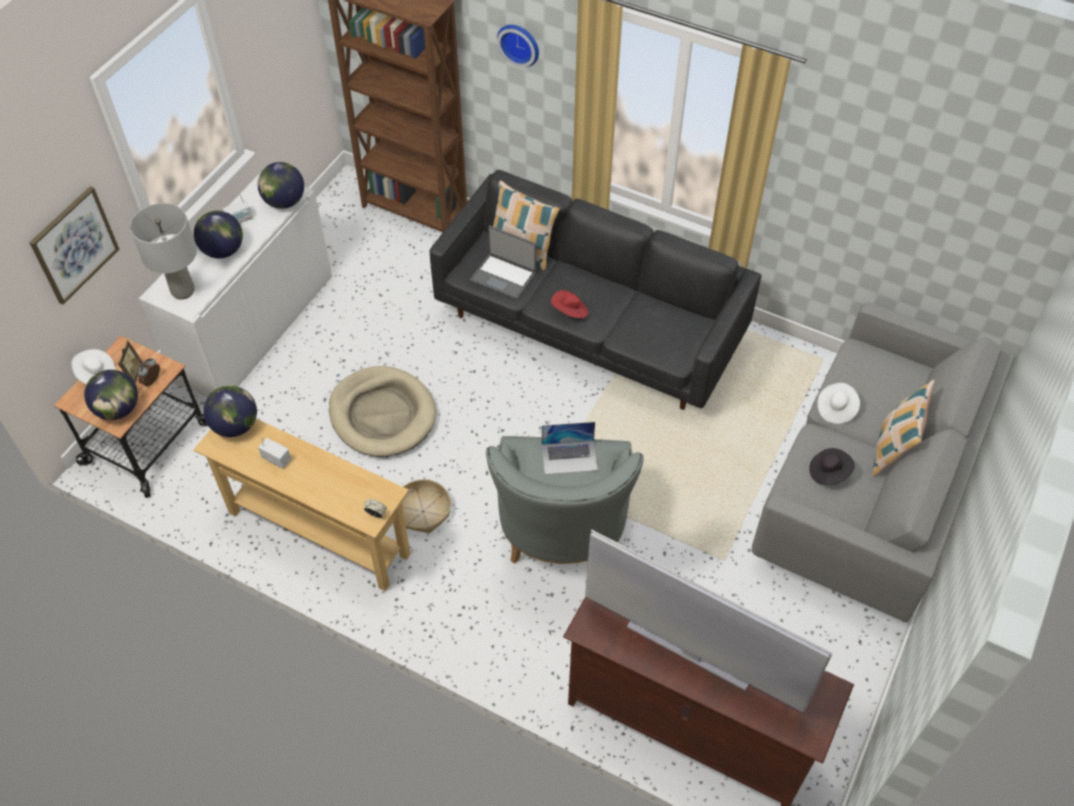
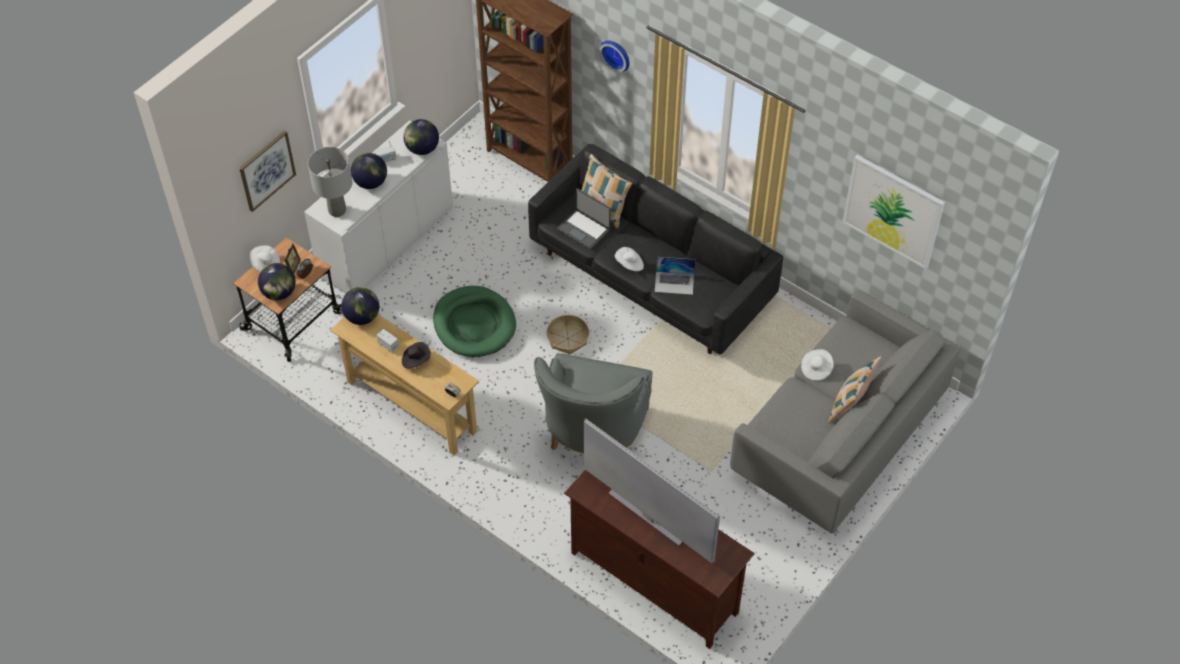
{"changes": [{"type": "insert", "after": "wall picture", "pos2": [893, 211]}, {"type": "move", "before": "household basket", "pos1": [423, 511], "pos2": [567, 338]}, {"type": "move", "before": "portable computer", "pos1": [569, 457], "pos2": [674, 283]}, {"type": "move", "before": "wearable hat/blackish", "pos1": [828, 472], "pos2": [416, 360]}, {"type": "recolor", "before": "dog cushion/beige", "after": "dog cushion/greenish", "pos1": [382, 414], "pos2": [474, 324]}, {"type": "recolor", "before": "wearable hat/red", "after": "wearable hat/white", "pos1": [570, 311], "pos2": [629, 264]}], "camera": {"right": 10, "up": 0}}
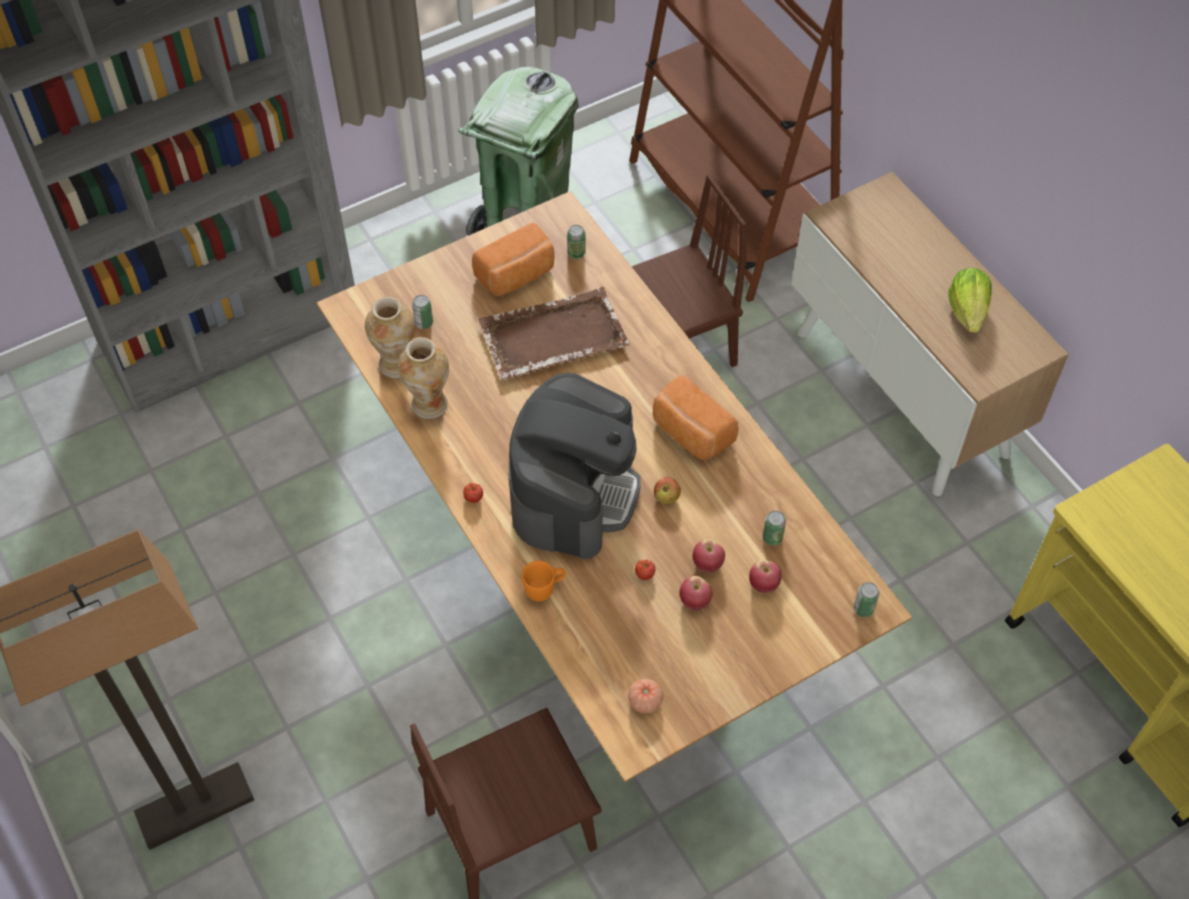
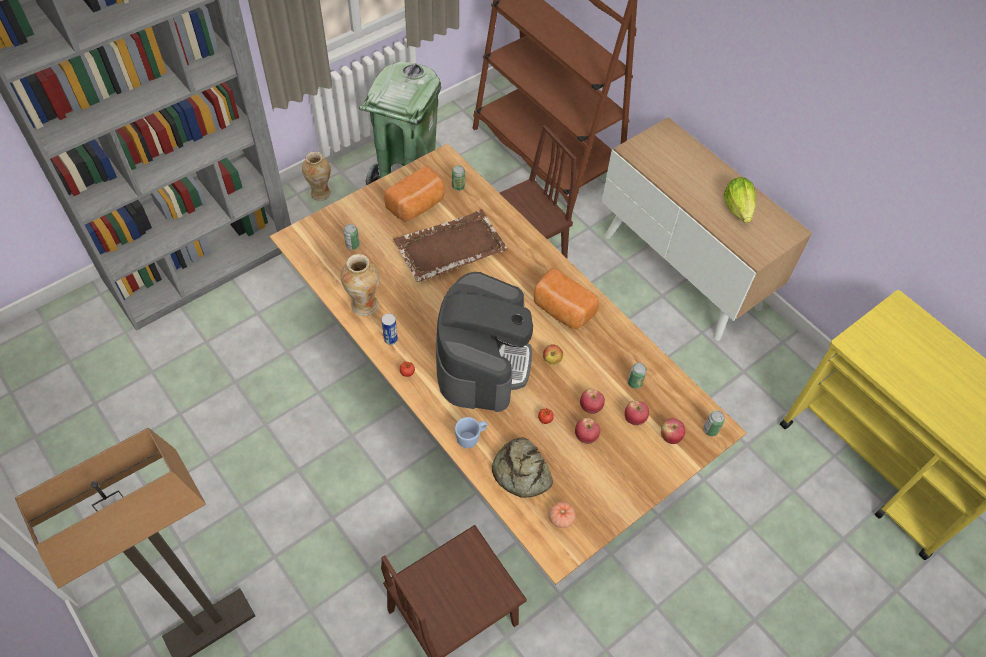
{"changes": [{"type": "insert", "after": "can", "pos2": [390, 339]}, {"type": "insert", "after": "bakery bread", "pos2": [521, 472]}, {"type": "insert", "after": "whole apple", "pos2": [670, 437]}, {"type": "move", "before": "vase", "pos1": [396, 365], "pos2": [320, 194]}, {"type": "recolor", "before": "mug/orange-coloured", "after": "mug/blue-coloured", "pos1": [544, 589], "pos2": [471, 438]}], "camera": {"right": -10, "up": 0}}
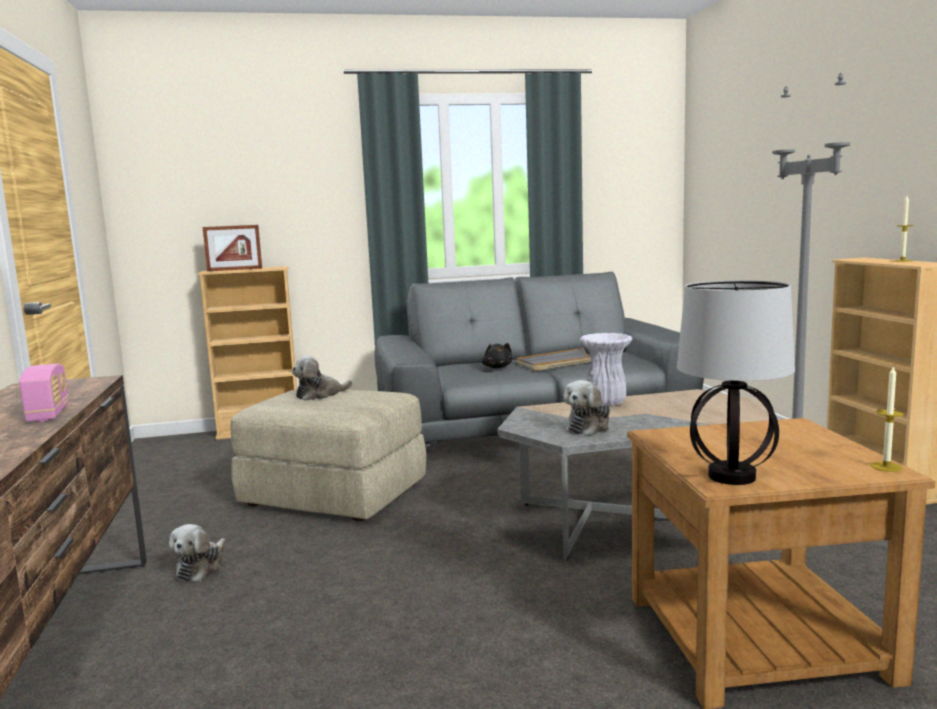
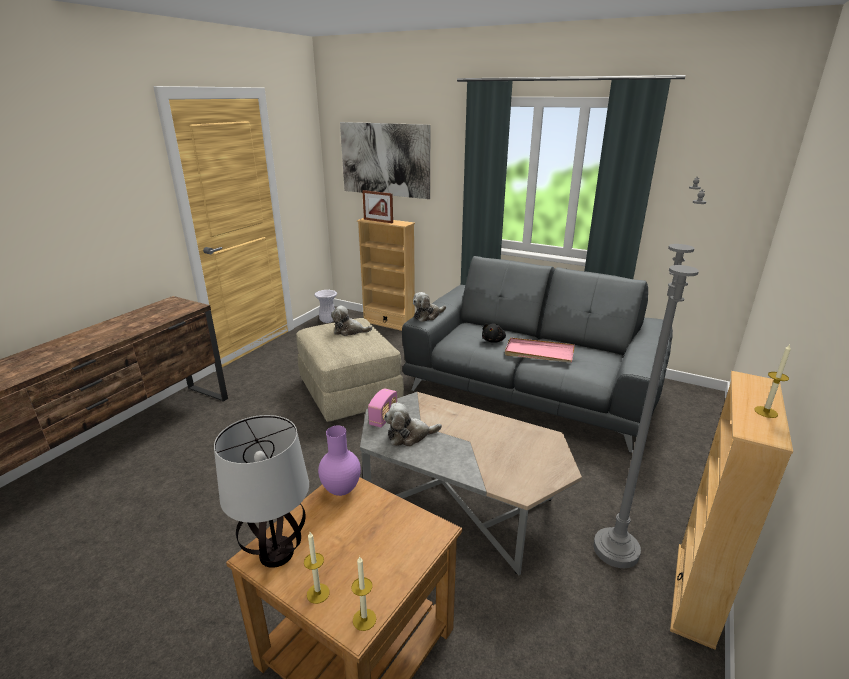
{"changes": [{"type": "insert", "after": "wax candle", "pos2": [318, 593]}, {"type": "insert", "after": "vase/purplish", "pos2": [342, 491]}, {"type": "insert", "after": "wall picture", "pos2": [385, 159]}, {"type": "move", "before": "radio receiver", "pos1": [48, 414], "pos2": [383, 418]}, {"type": "move", "before": "cuddly toy", "pos1": [201, 567], "pos2": [427, 316]}, {"type": "move", "before": "vase/white", "pos1": [605, 403], "pos2": [328, 320]}, {"type": "recolor", "before": "serving tray/greyish", "after": "serving tray/pinkish", "pos1": [560, 363], "pos2": [539, 353]}], "camera": {"right": 40, "up": 15}}
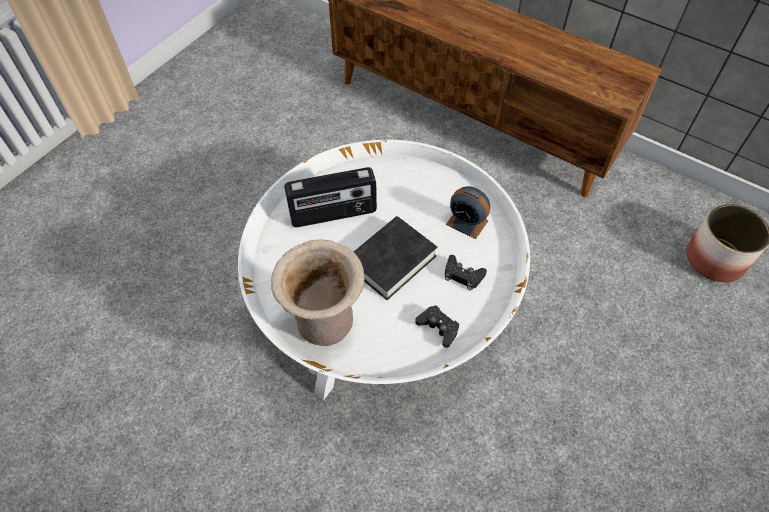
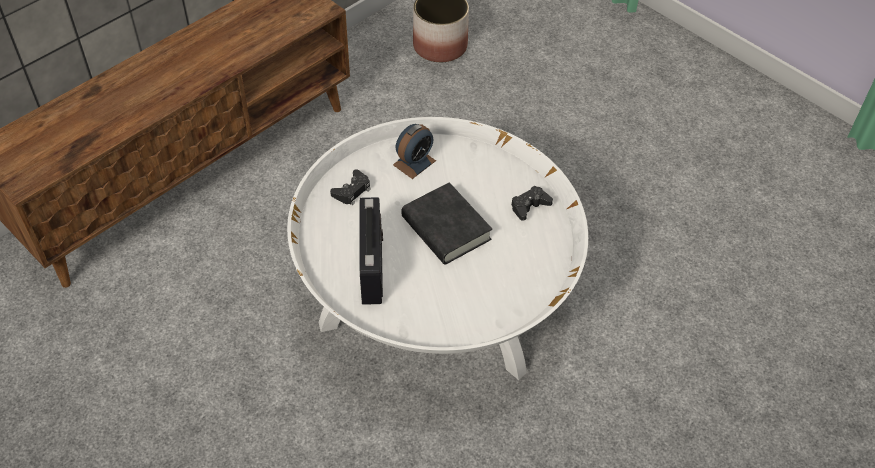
{"changes": [{"type": "delete", "before": "vase/beige", "pos1": [326, 324]}, {"type": "move", "before": "joypad/blackish", "pos1": [462, 275], "pos2": [352, 191]}], "camera": {"right": -80, "up": -5}}
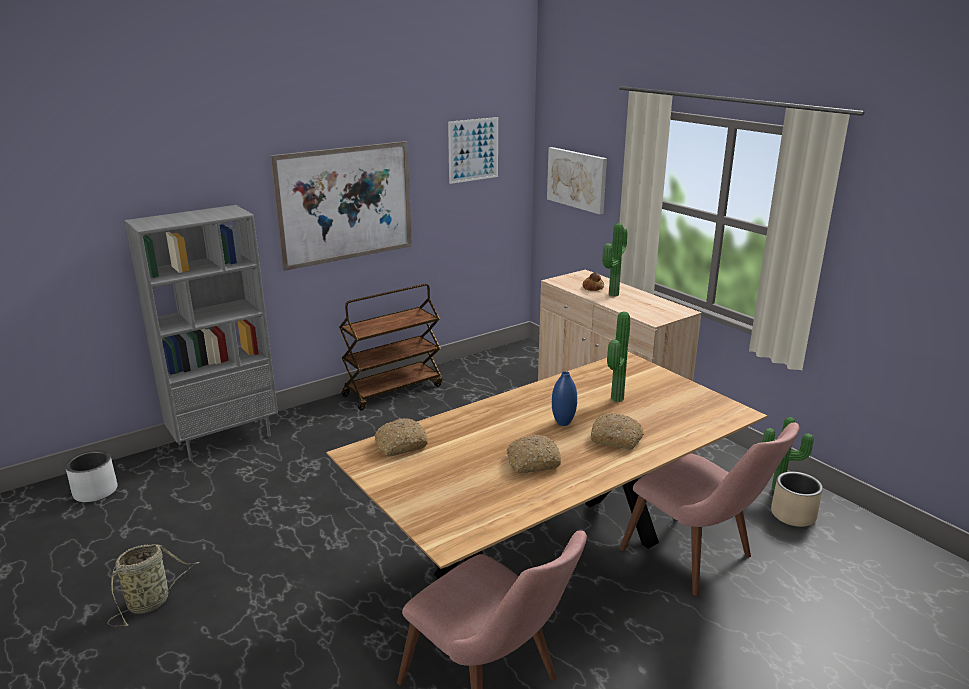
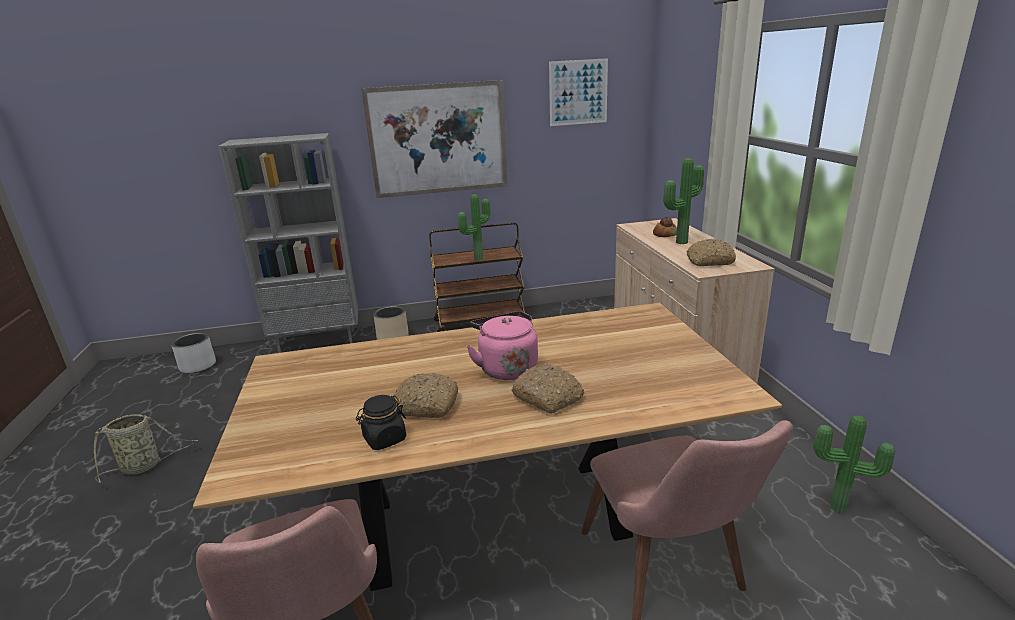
{"changes": [{"type": "delete", "before": "wall picture", "pos1": [577, 179]}, {"type": "insert", "after": "jar/blackish", "pos2": [384, 439]}, {"type": "move", "before": "bakery bread", "pos1": [400, 445], "pos2": [709, 261]}, {"type": "move", "before": "plant in a pot", "pos1": [614, 398], "pos2": [477, 258]}, {"type": "move", "before": "plant pot/beige", "pos1": [793, 515], "pos2": [393, 337]}, {"type": "replace", "before": "vase/blue-coloured", "after": "tea kettle/pinkish", "pos1": [563, 423], "pos2": [506, 368]}], "camera": {"right": 25, "up": 0}}
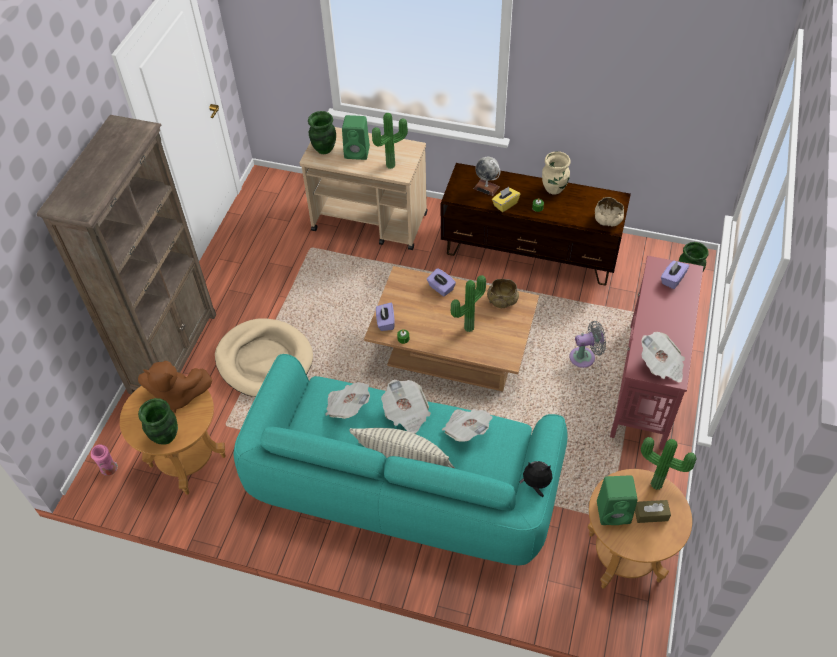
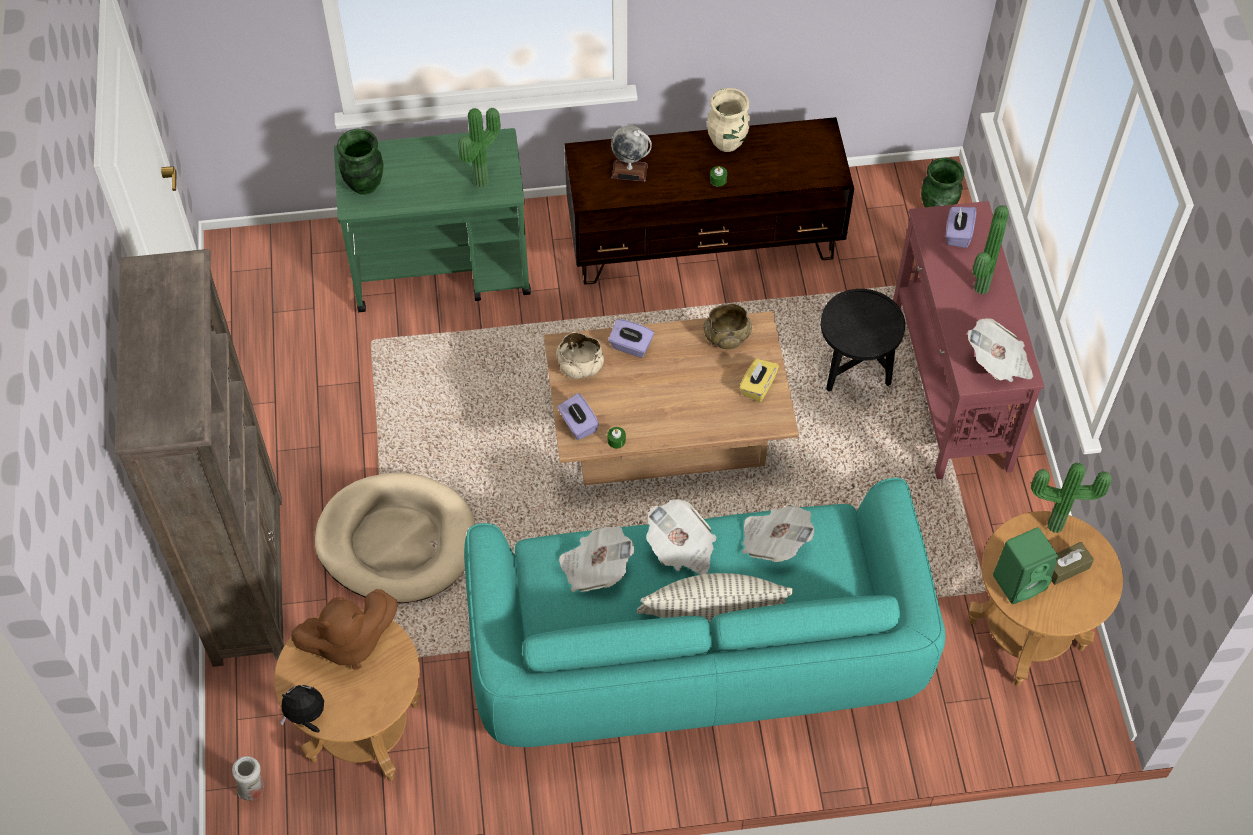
{"changes": [{"type": "delete", "before": "vase/greenish", "pos1": [165, 436]}, {"type": "delete", "before": "audio speaker/greenish", "pos1": [358, 152]}, {"type": "move", "before": "plant in a pot", "pos1": [467, 327], "pos2": [978, 287]}, {"type": "move", "before": "box of tissues/yellowish", "pos1": [505, 204], "pos2": [757, 387]}, {"type": "move", "before": "cuddly toy", "pos1": [536, 484], "pos2": [306, 716]}, {"type": "move", "before": "serving bowl/beige", "pos1": [607, 220], "pos2": [580, 365]}, {"type": "replace", "before": "cooling fan/greyish", "after": "end table/blackish", "pos1": [585, 357], "pos2": [853, 376]}, {"type": "recolor", "before": "vase/pinkish", "after": "vase/white", "pos1": [110, 470], "pos2": [253, 790]}, {"type": "recolor", "before": "trolley/beige", "after": "trolley/greenish", "pos1": [370, 222], "pos2": [443, 269]}], "camera": {"right": -25, "up": 5}}
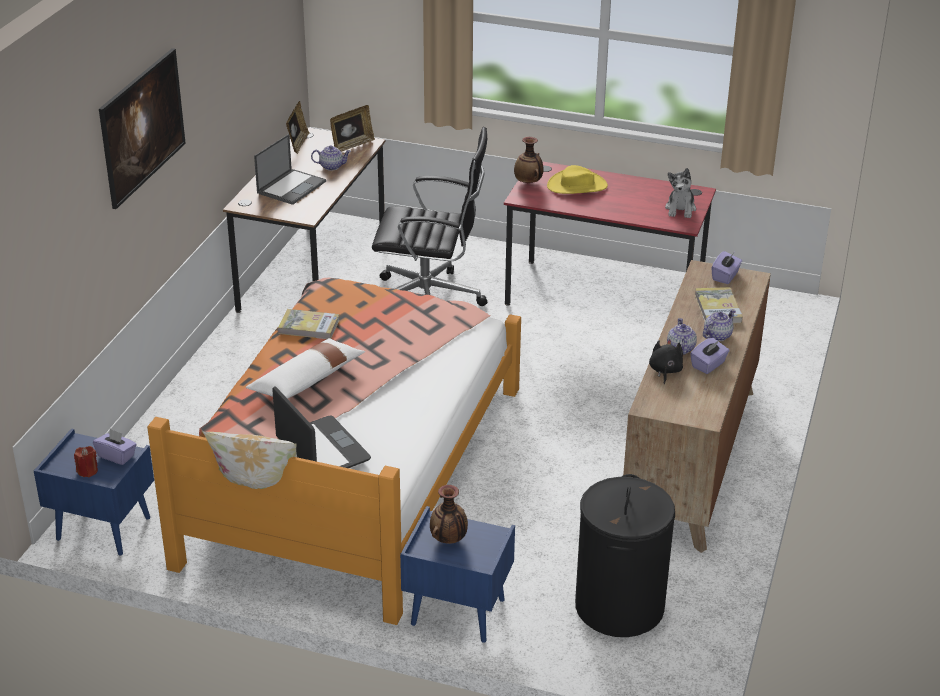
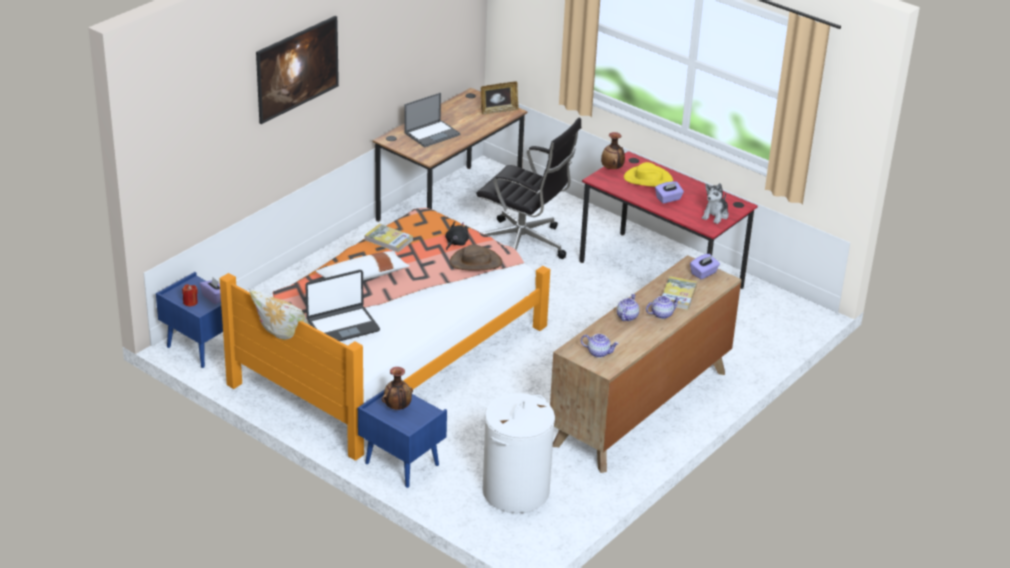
{"changes": [{"type": "delete", "before": "standing frame", "pos1": [298, 144]}, {"type": "insert", "after": "wearable hat/brown", "pos2": [475, 262]}, {"type": "move", "before": "tea pot", "pos1": [331, 166], "pos2": [599, 352]}, {"type": "move", "before": "cuddly toy/blackish", "pos1": [665, 371], "pos2": [455, 243]}, {"type": "move", "before": "box of tissues/purplish", "pos1": [708, 365], "pos2": [668, 199]}, {"type": "recolor", "before": "washing basket/blackish", "after": "washing basket/white", "pos1": [619, 606], "pos2": [515, 491]}, {"type": "rotate", "before": "portable computer", "pos1": [321, 450], "pos2": [342, 326], "turn": 75}], "camera": {"right": 20, "up": 0}}
